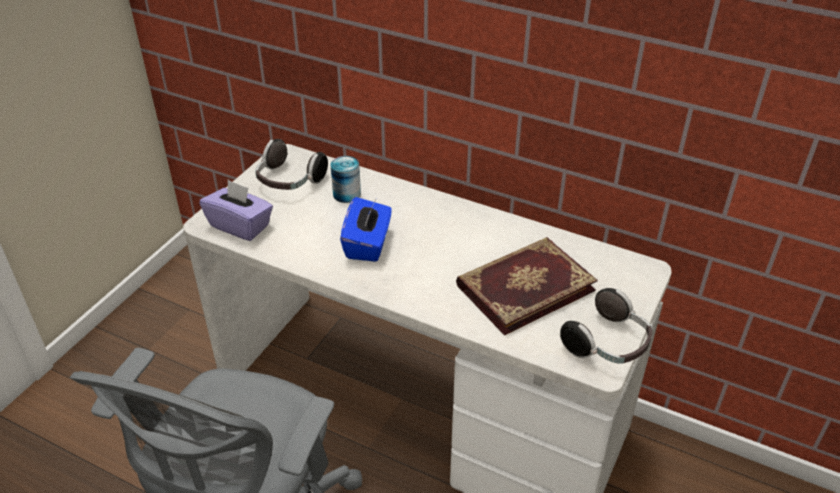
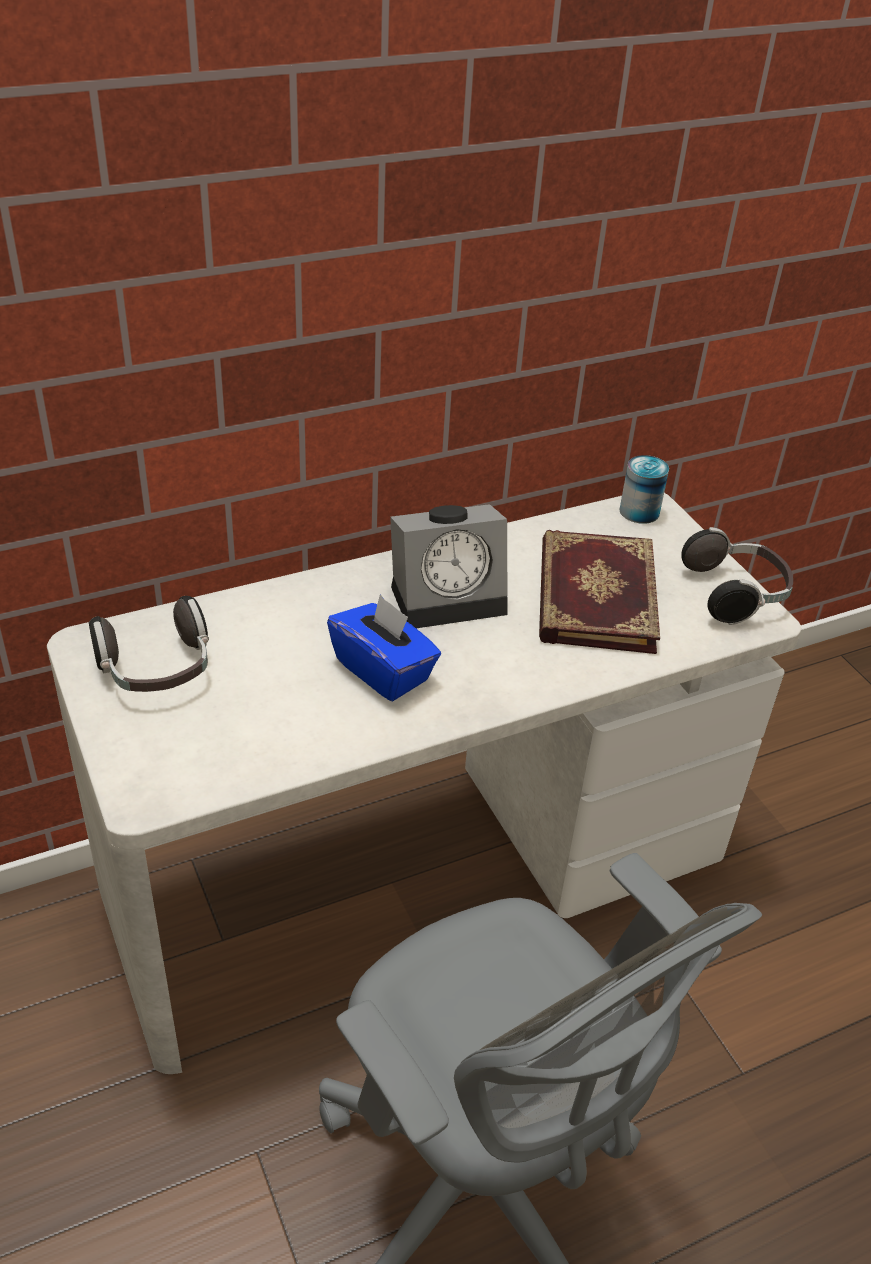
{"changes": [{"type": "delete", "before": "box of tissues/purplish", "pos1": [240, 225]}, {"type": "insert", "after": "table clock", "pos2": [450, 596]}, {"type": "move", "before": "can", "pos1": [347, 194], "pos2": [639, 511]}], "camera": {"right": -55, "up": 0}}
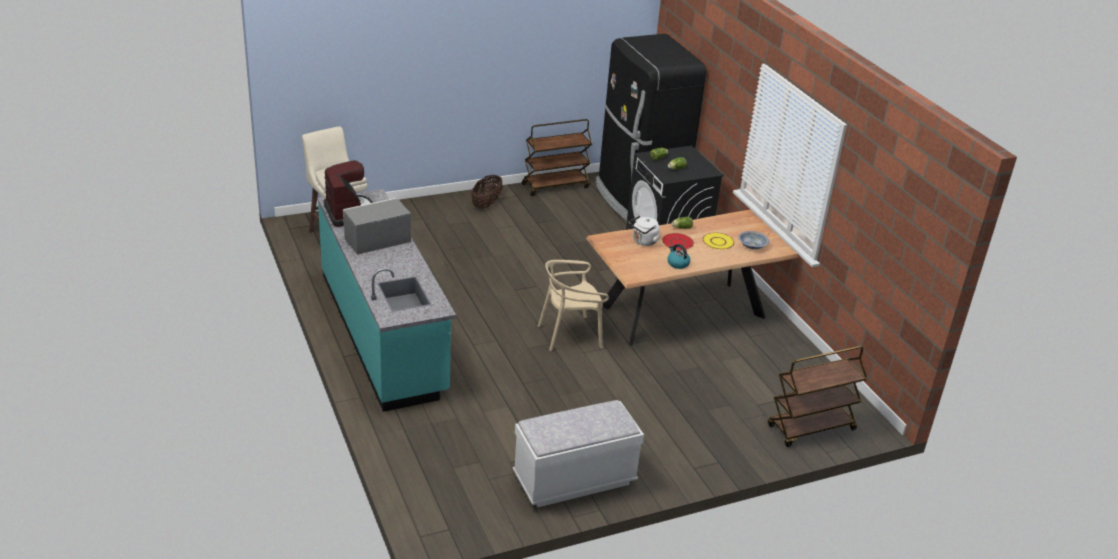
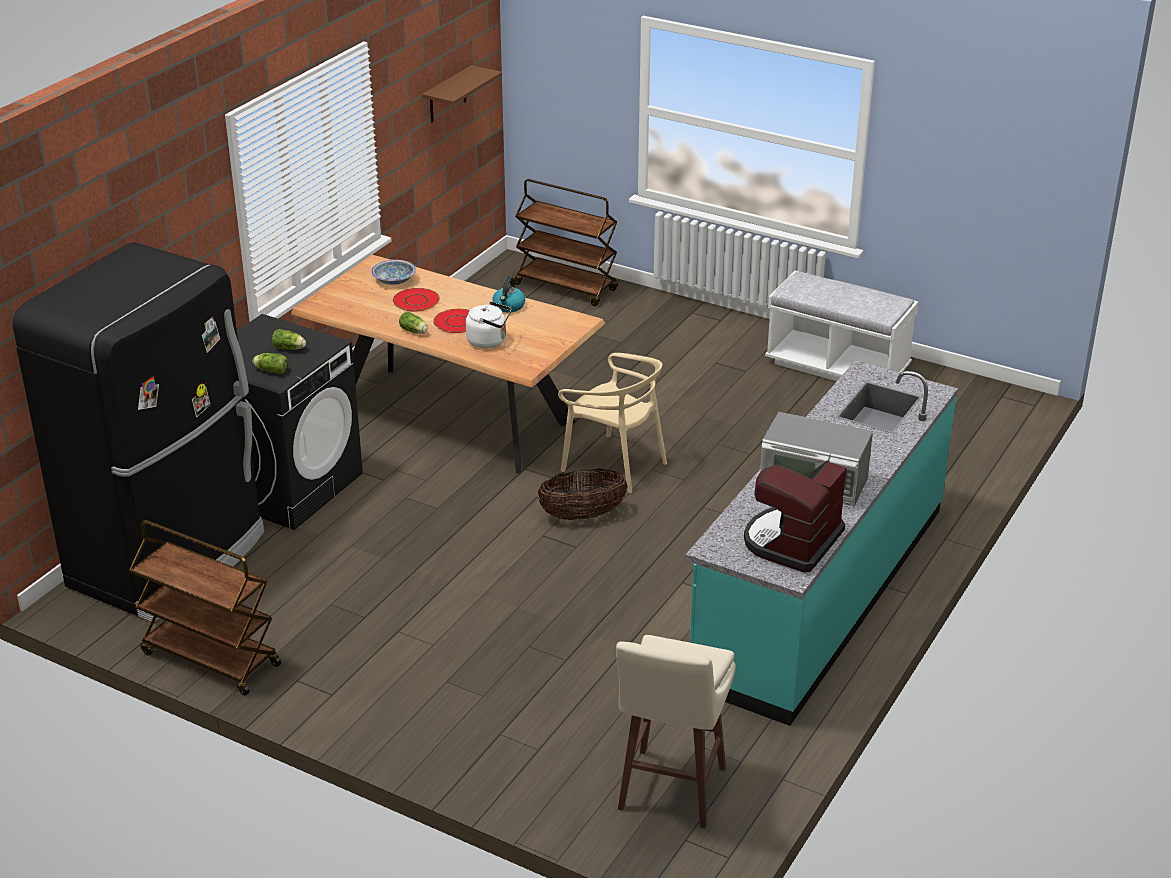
{"changes": [{"type": "insert", "after": "wall shelf/brown", "pos2": [447, 95]}, {"type": "move", "before": "household basket", "pos1": [486, 204], "pos2": [582, 515]}, {"type": "recolor", "before": "dinner plate/yellowish", "after": "dinner plate/red", "pos1": [718, 242], "pos2": [416, 301]}], "camera": {"right": -125, "up": 0}}
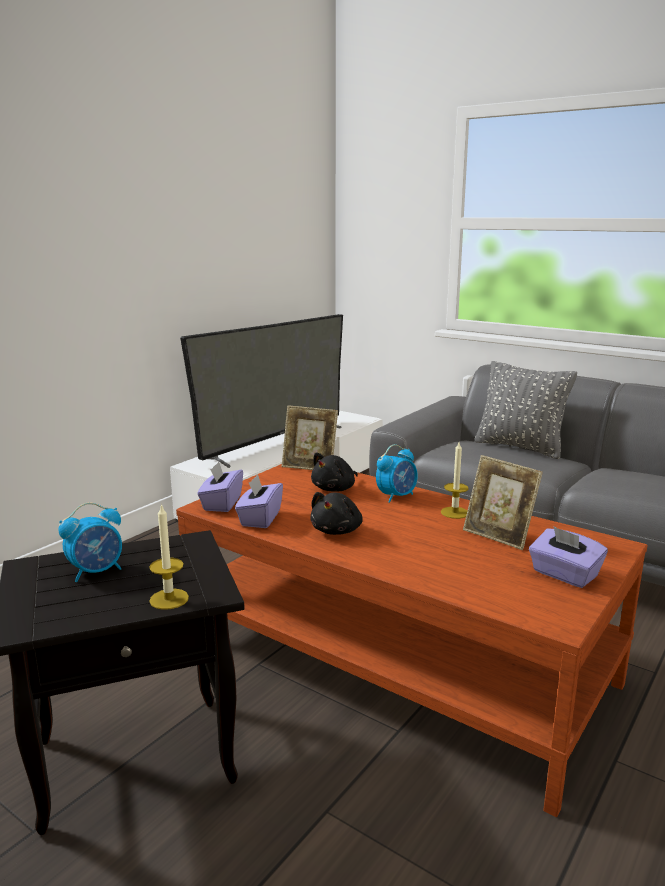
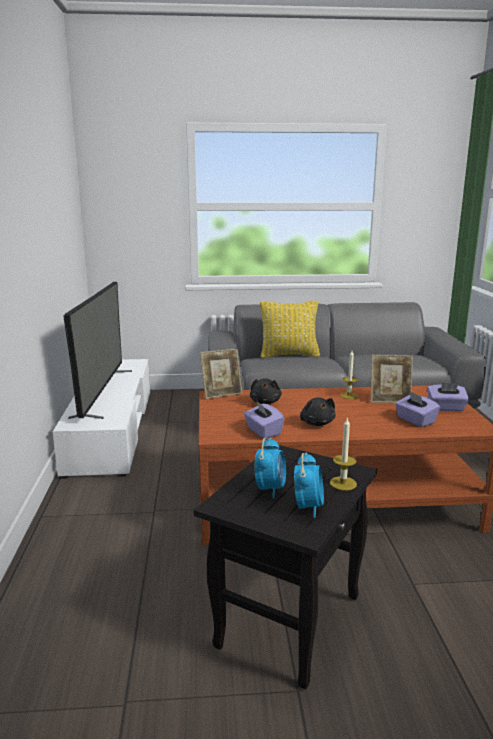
{"changes": [{"type": "move", "before": "box of tissues/purplish", "pos1": [221, 503], "pos2": [415, 420]}, {"type": "move", "before": "table clock", "pos1": [396, 496], "pos2": [308, 506]}, {"type": "recolor", "before": "cushion/greyish", "after": "cushion/yellowish", "pos1": [520, 447], "pos2": [289, 355]}], "camera": {"right": -40, "up": 0}}
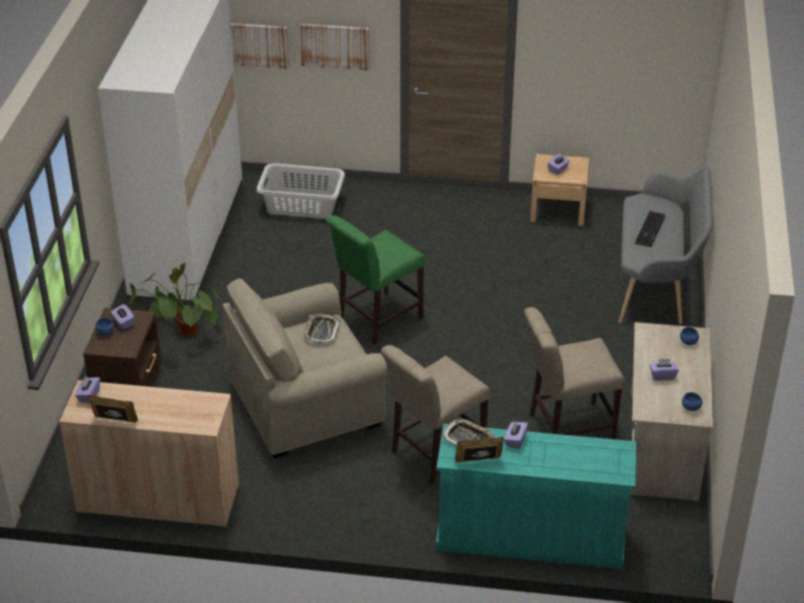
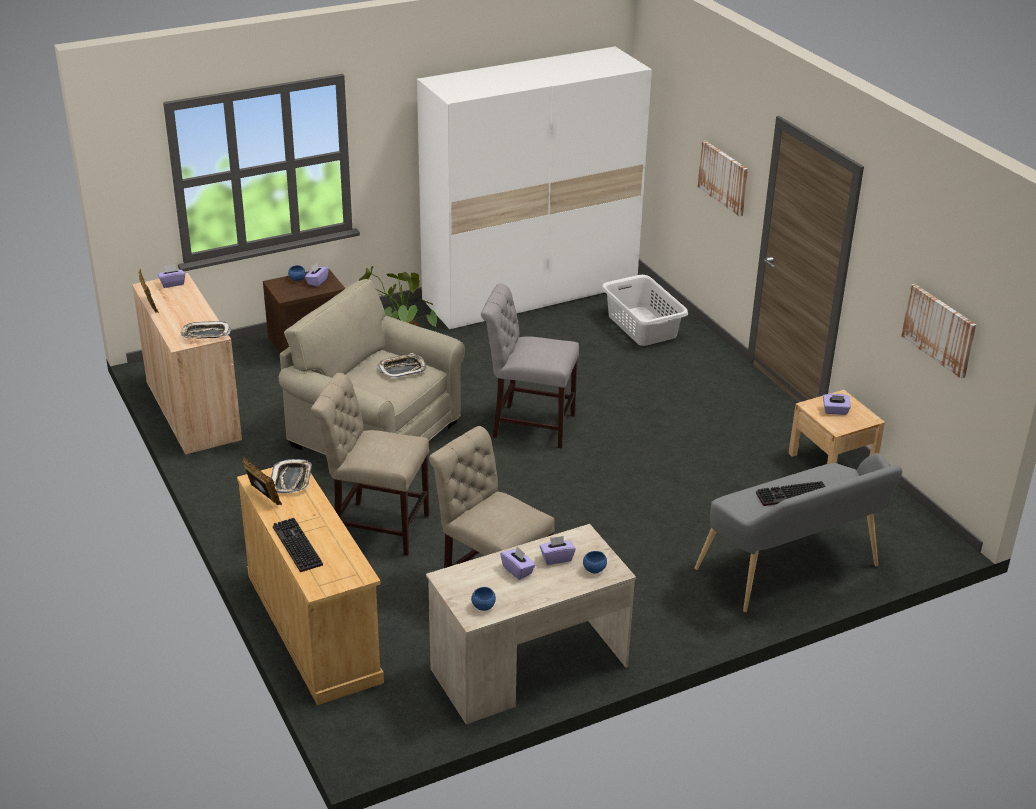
{"changes": [{"type": "insert", "after": "serving tray", "pos2": [205, 334]}, {"type": "insert", "after": "keyboard", "pos2": [295, 546]}, {"type": "move", "before": "wall picture", "pos1": [254, 44], "pos2": [939, 330]}, {"type": "move", "before": "box of tissues/purplish", "pos1": [515, 440], "pos2": [556, 558]}, {"type": "recolor", "before": "plain chair/greenish", "after": "plain chair/greyish", "pos1": [376, 319], "pos2": [529, 424]}, {"type": "recolor", "before": "dresser/turquoise", "after": "dresser/beige", "pos1": [529, 537], "pos2": [312, 626]}], "camera": {"right": 55, "up": -5}}
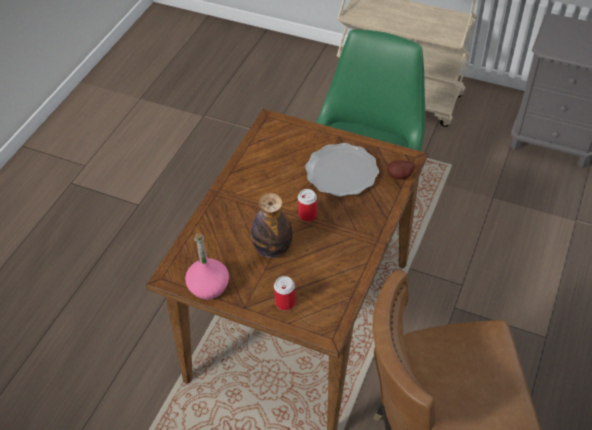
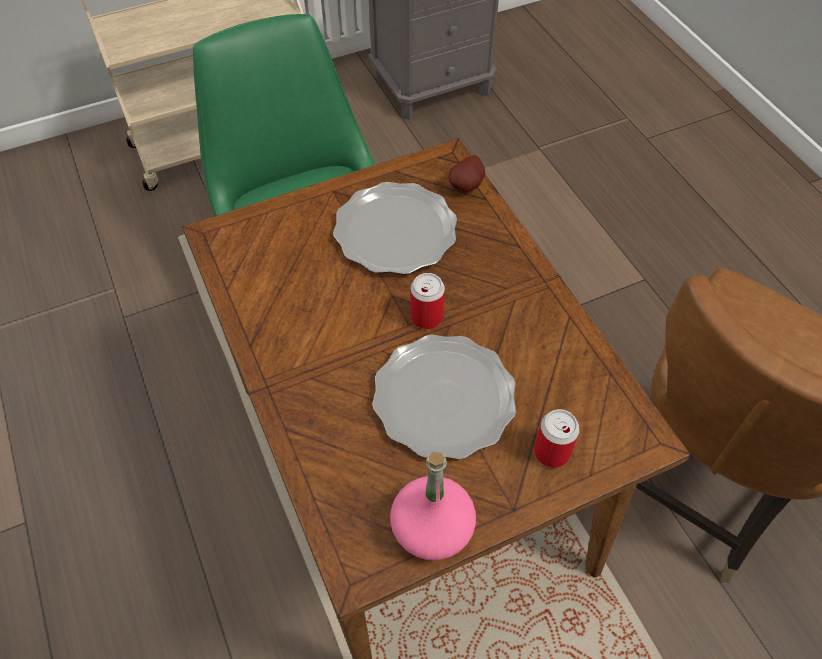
{"changes": [{"type": "replace", "before": "bottle", "after": "dinner plate", "pos1": [272, 249], "pos2": [443, 398]}], "camera": {"right": -50, "up": 5}}
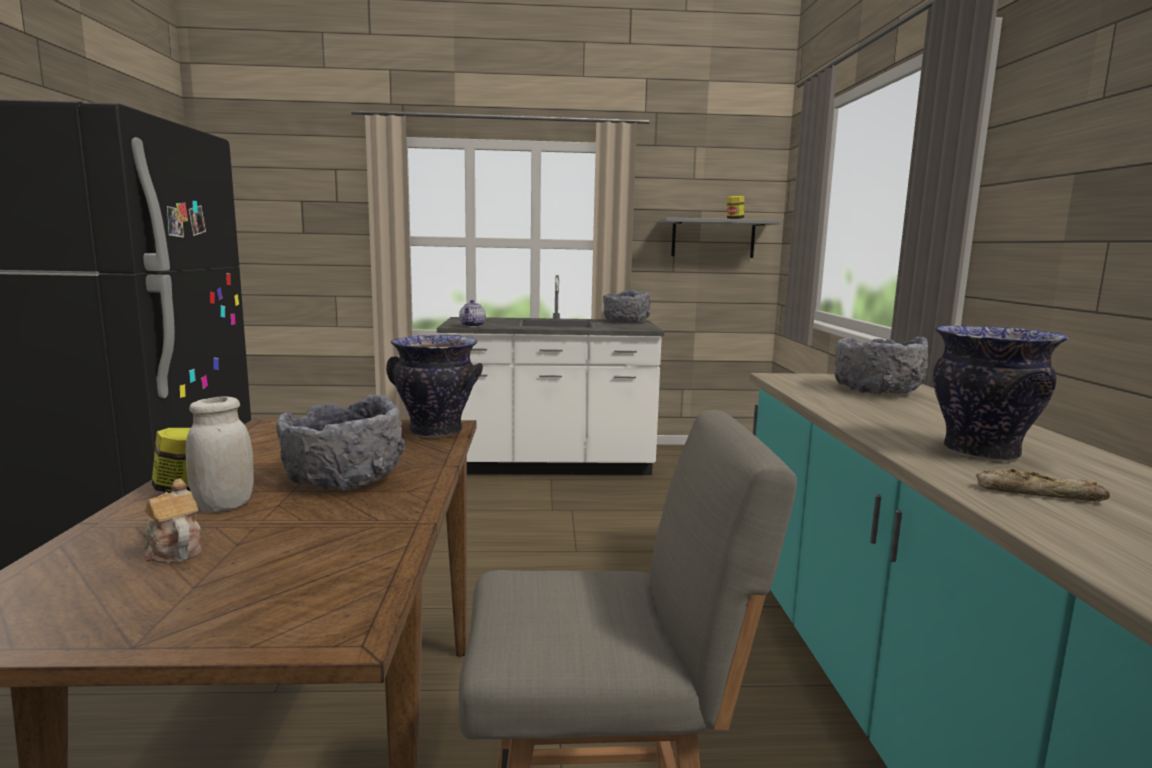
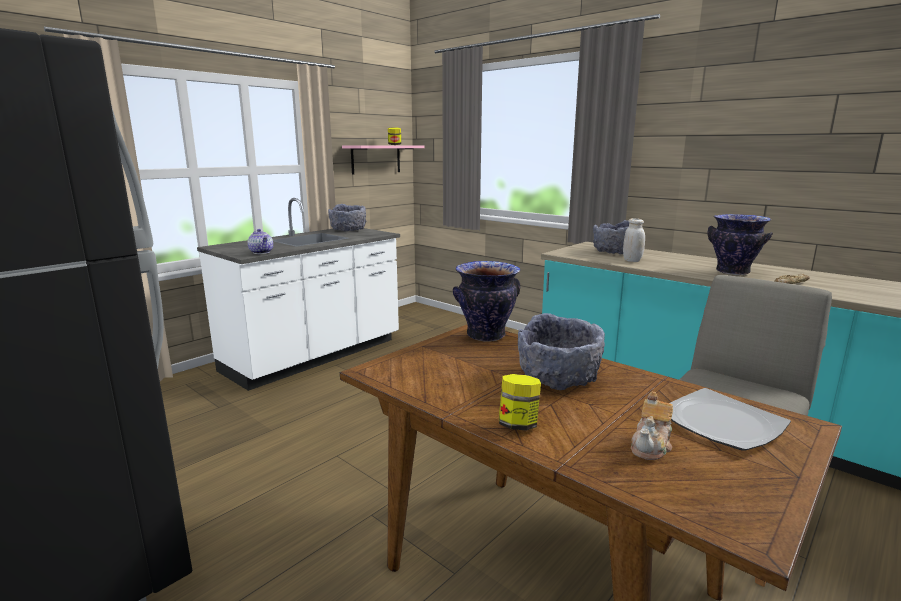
{"changes": [{"type": "insert", "after": "dinner plate", "pos2": [720, 423]}, {"type": "move", "before": "jar/white", "pos1": [224, 505], "pos2": [632, 260]}, {"type": "recolor", "before": "wall shelf/greyish", "after": "wall shelf/pinkish", "pos1": [713, 238], "pos2": [376, 159]}, {"type": "rotate", "before": "tea pot", "pos1": [173, 550], "pos2": [651, 446], "turn": -60}], "camera": {"right": -45, "up": 5}}
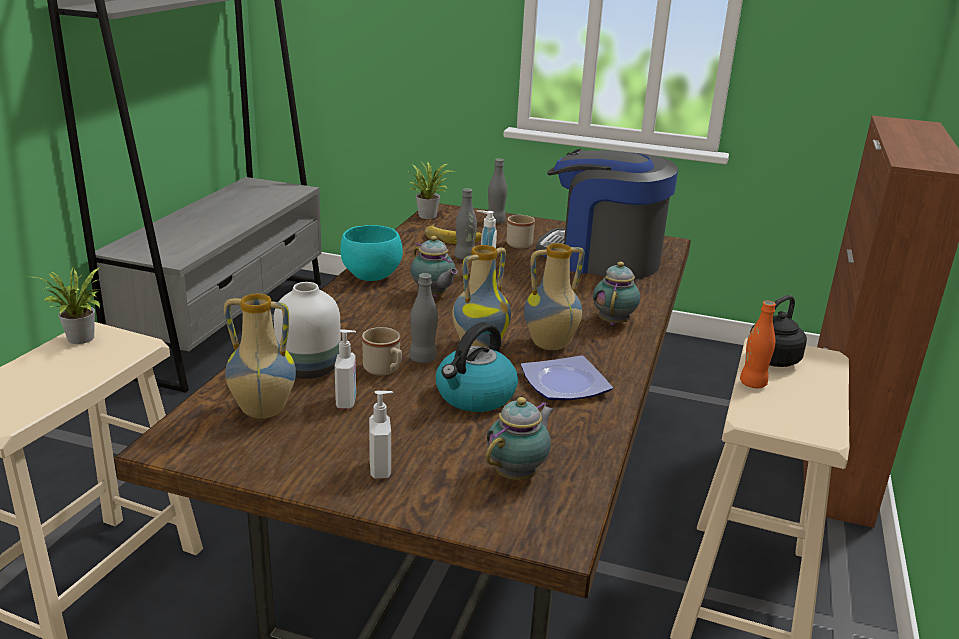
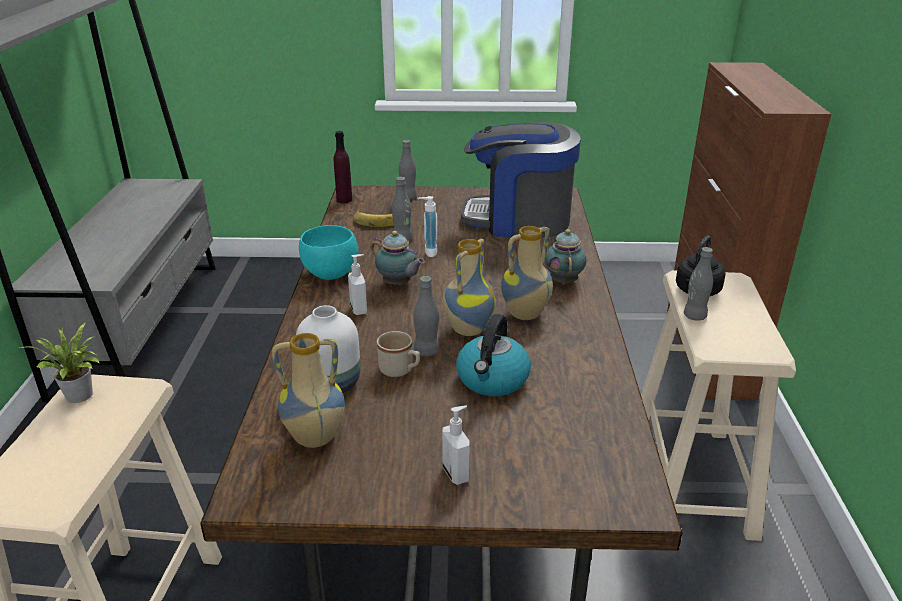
{"changes": [{"type": "delete", "before": "tea pot", "pos1": [518, 474]}, {"type": "delete", "before": "mug/beige", "pos1": [522, 243]}, {"type": "delete", "before": "dinner plate", "pos1": [567, 384]}, {"type": "move", "before": "soap dispenser", "pos1": [347, 402], "pos2": [359, 309]}, {"type": "replace", "before": "plant in a pot", "after": "bottle/purplish", "pos1": [428, 215], "pos2": [344, 200]}, {"type": "recolor", "before": "bottle/orange-coloured", "after": "bottle/greyish", "pos1": [752, 383], "pos2": [694, 316]}], "camera": {"right": -15, "up": 5}}
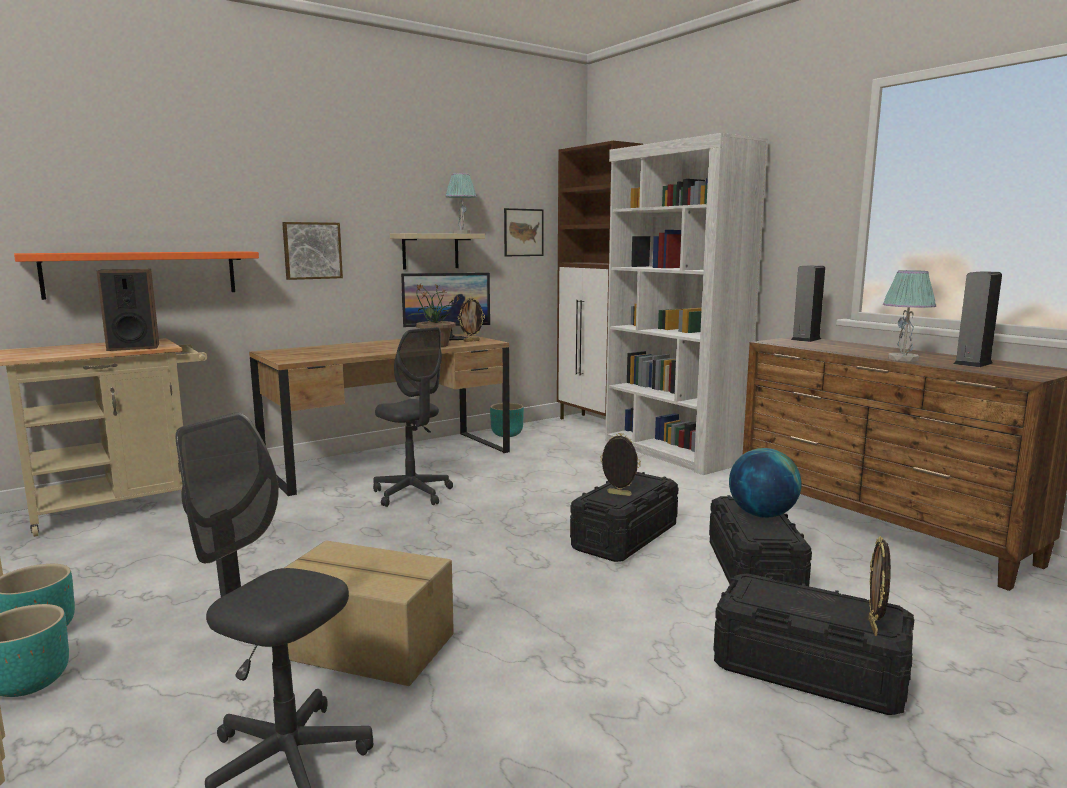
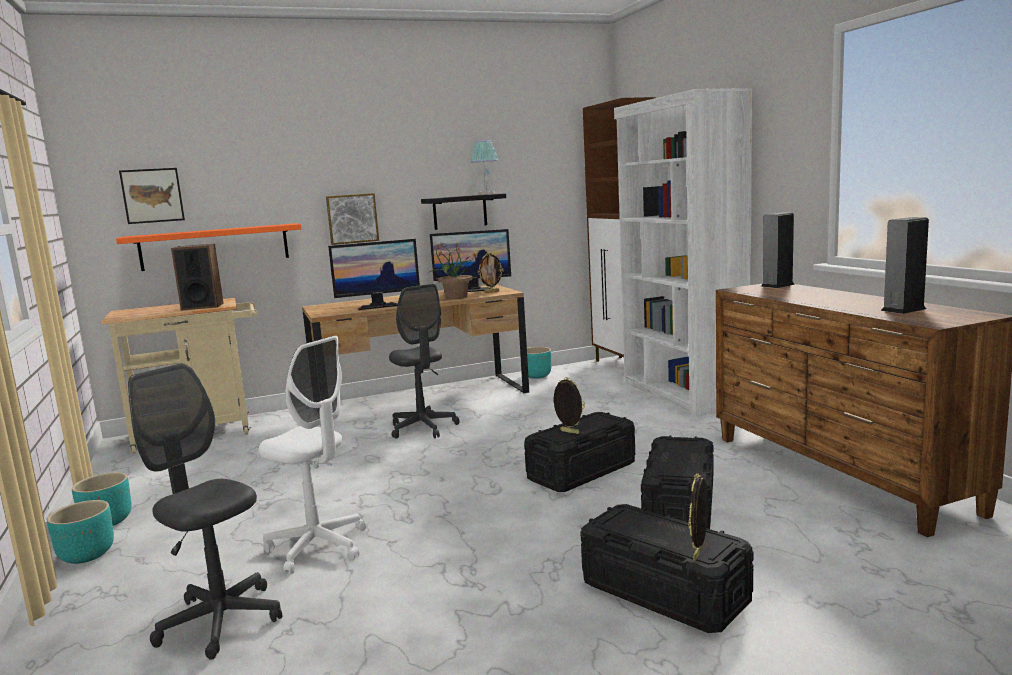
{"changes": [{"type": "delete", "before": "globe", "pos1": [762, 515]}, {"type": "delete", "before": "lamp for a table", "pos1": [903, 359]}, {"type": "insert", "after": "computer display", "pos2": [378, 306]}, {"type": "move", "before": "wall picture", "pos1": [523, 232], "pos2": [152, 195]}, {"type": "replace", "before": "carton", "after": "office chair/white", "pos1": [365, 646], "pos2": [318, 547]}, {"type": "recolor", "before": "wall shelf/beige", "after": "wall shelf/blackish", "pos1": [430, 251], "pos2": [460, 211]}], "camera": {"right": 15, "up": 0}}
